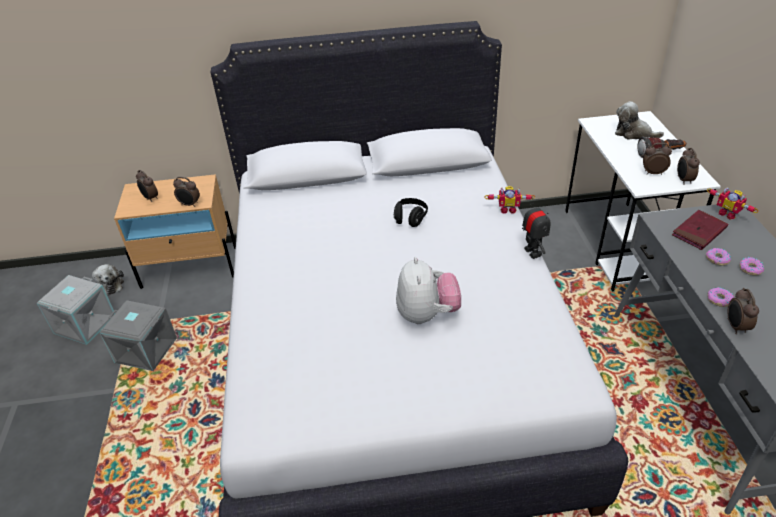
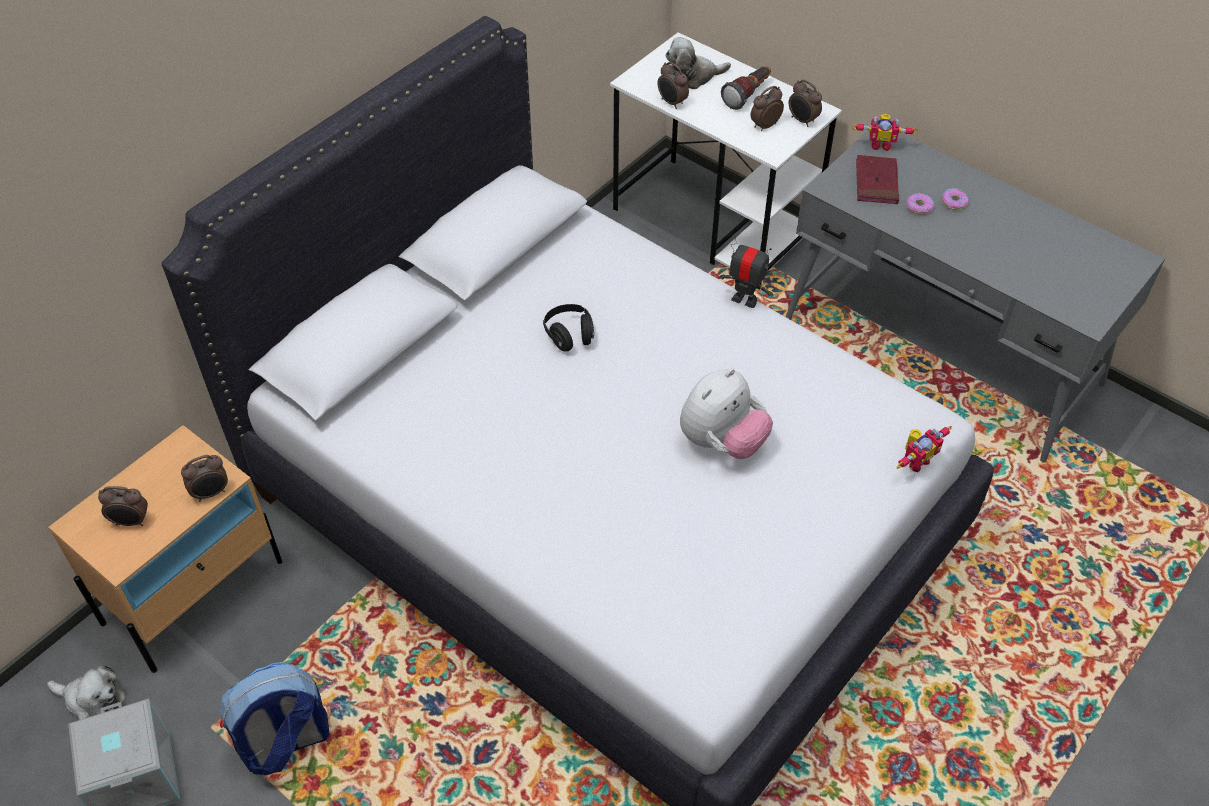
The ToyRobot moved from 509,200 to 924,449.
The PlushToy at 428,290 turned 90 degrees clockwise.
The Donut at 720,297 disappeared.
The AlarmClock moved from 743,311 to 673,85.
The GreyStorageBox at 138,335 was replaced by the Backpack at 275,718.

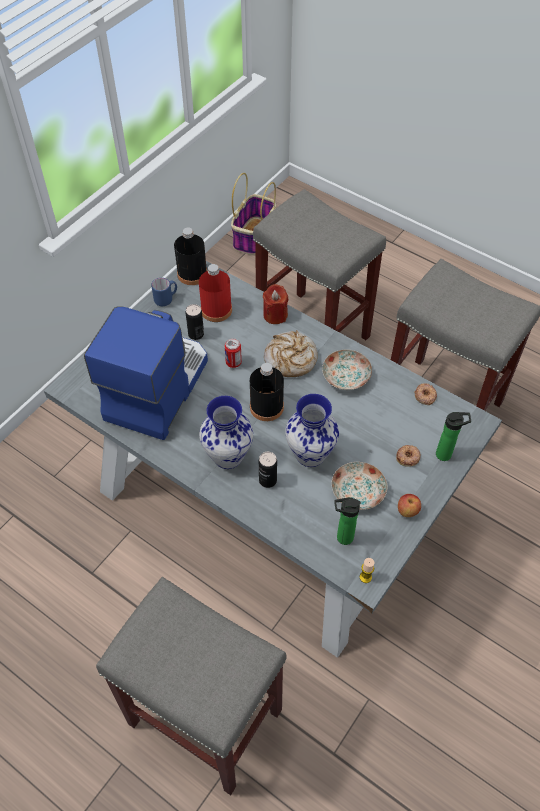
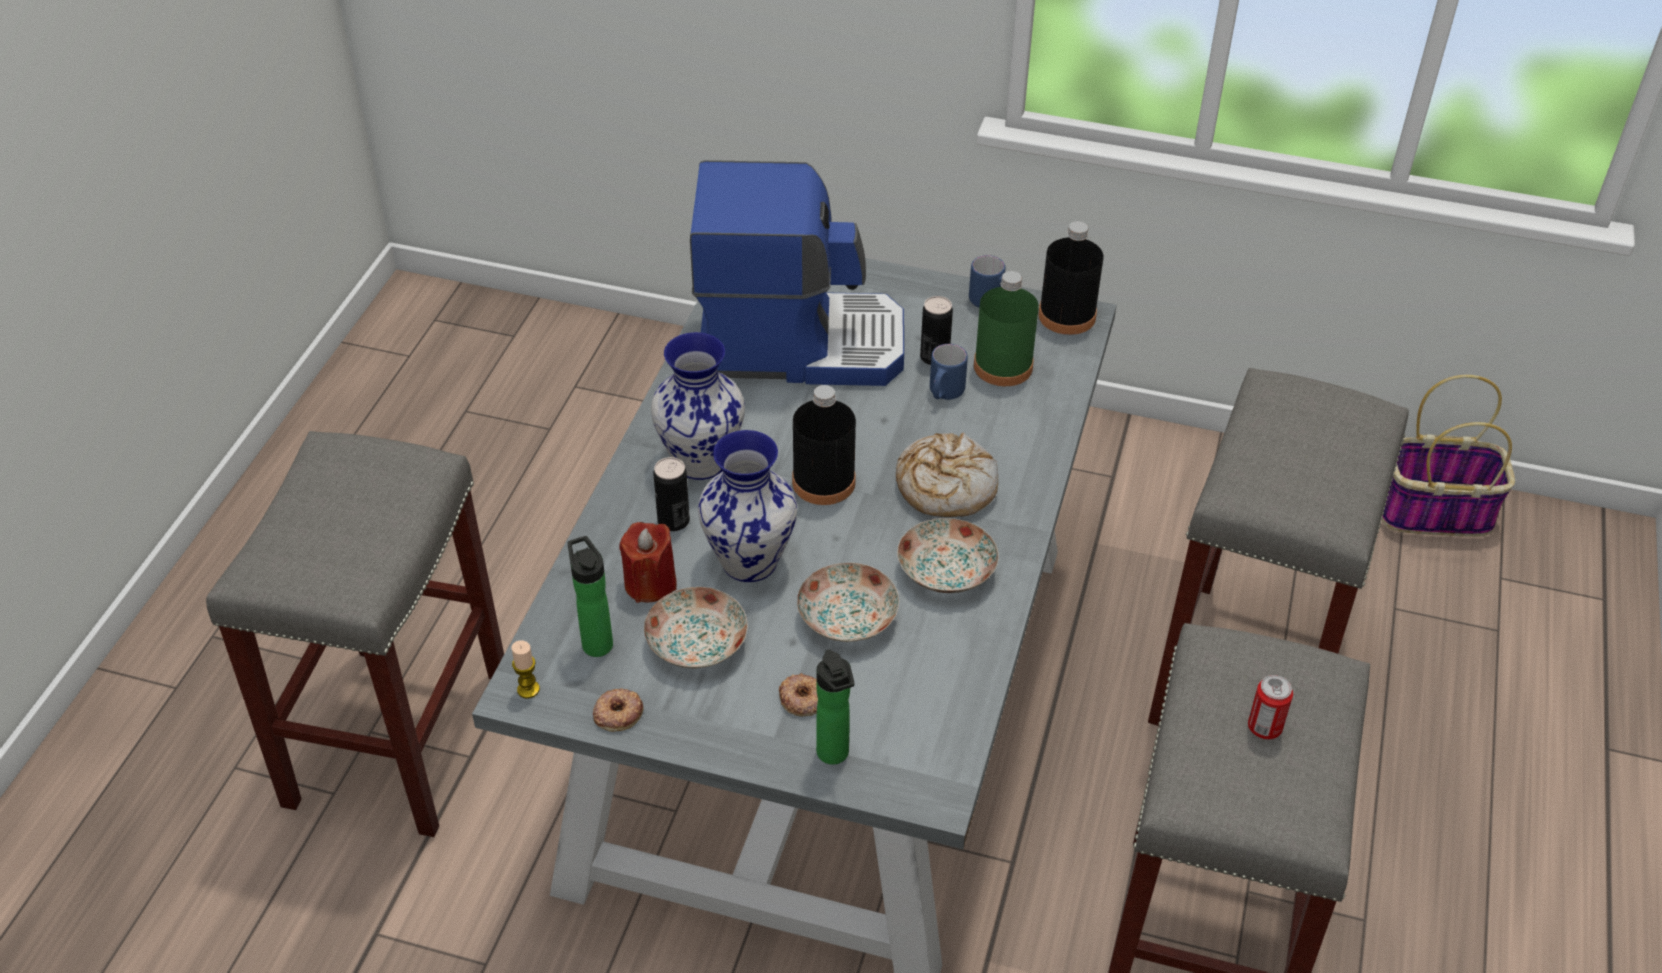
The RedBottle at 215,293 became the GreenBottle at 1006,328.
The RedCandle moved from 275,304 to 648,562.
The Can moved from 233,353 to 1270,707.
The Donut moved from 425,394 to 618,710.
The Apple at 409,505 disappeared.
The BlueMug at 949,372 appeared.
The Plate at 848,602 appeared.

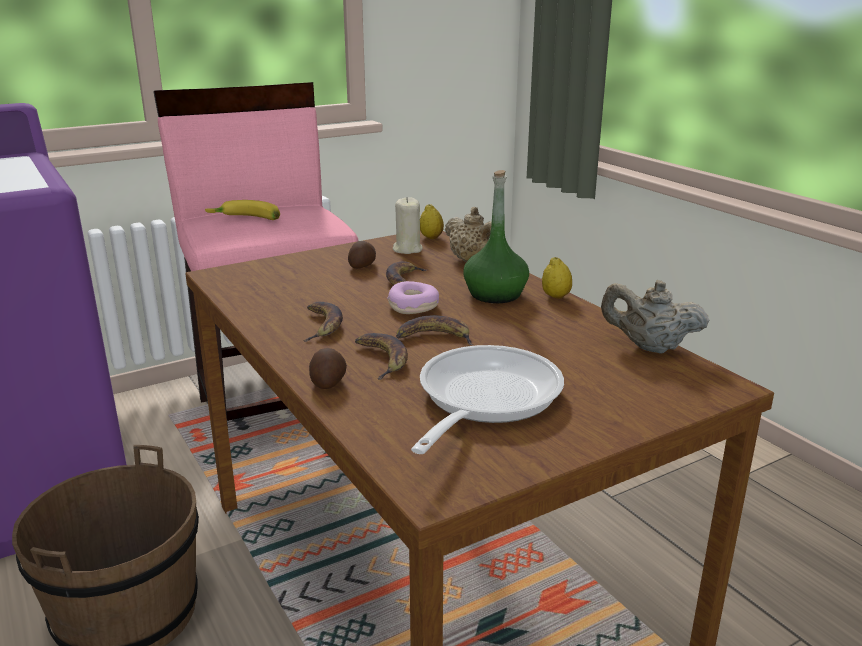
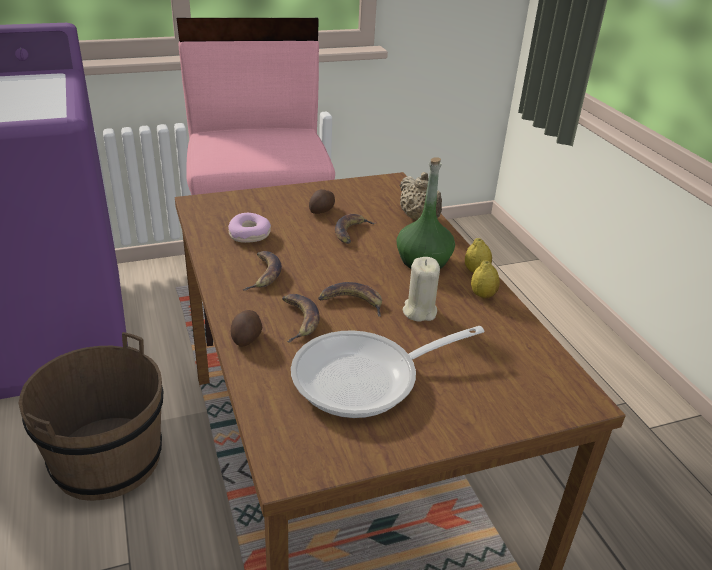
The BeigeCandle moved from 408,225 to 421,289.
The Banana at 242,210 disappeared.
The Lemon moved from 432,221 to 485,279.
The BeigeTeapot at 655,316 disappeared.
The Donut moved from 413,297 to 249,228.
The FryingPan at 487,399 turned 150 degrees counterclockwise.

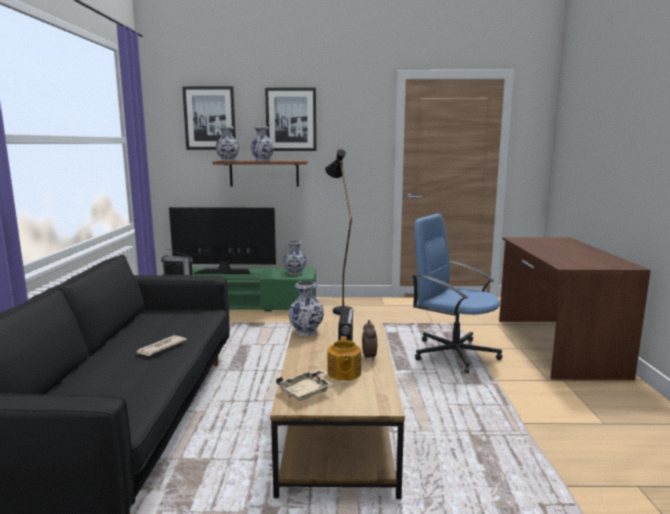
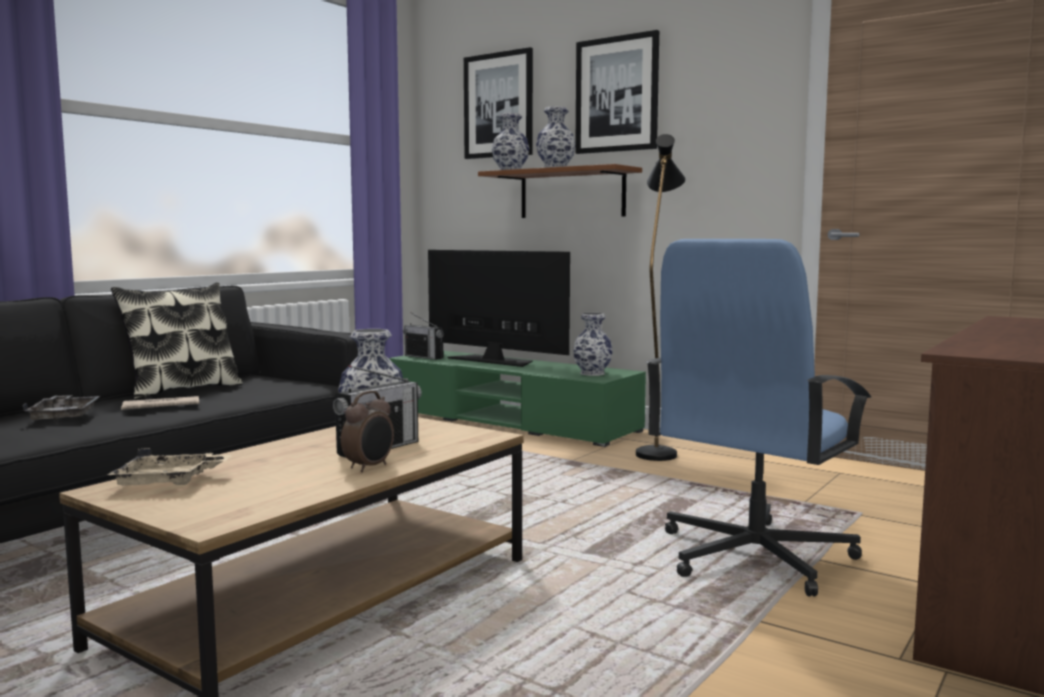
The BlueOfficeChair at 457,293 turned 120 degrees counterclockwise.
The Teapot at 344,358 disappeared.
The Pillow at 177,341 appeared.
The GreyTray at 61,408 appeared.

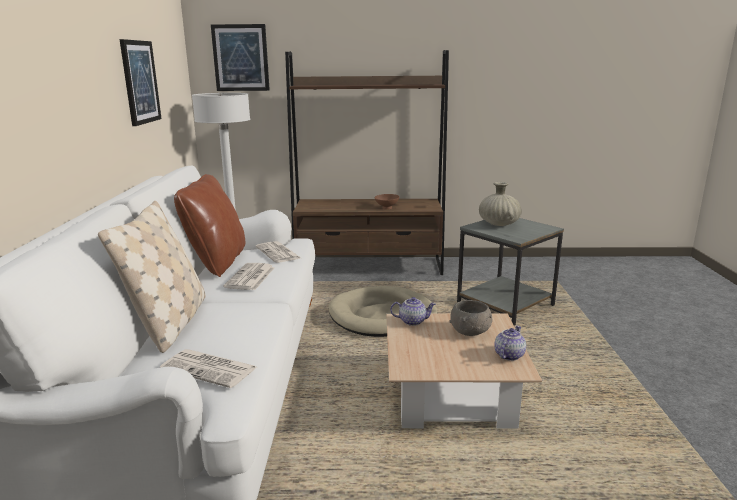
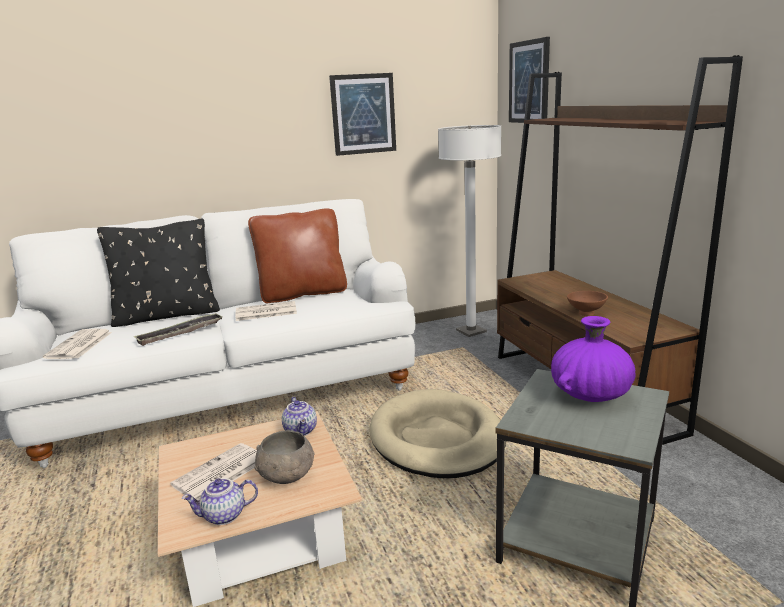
The BeigeVase at 500,204 became the PurpleVase at 593,359.
The BeigePillow at 152,277 became the BlackPillow at 158,272.
The Newspaper moved from 278,252 to 213,471.
The Teapot at 510,343 turned 150 degrees clockwise.
The Tray at 179,329 appeared.

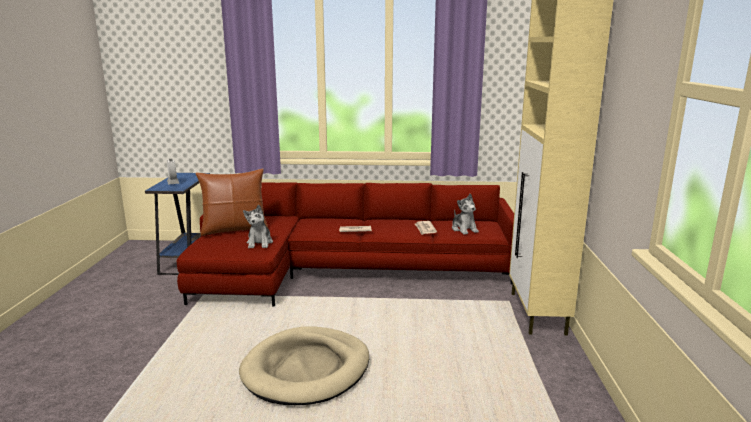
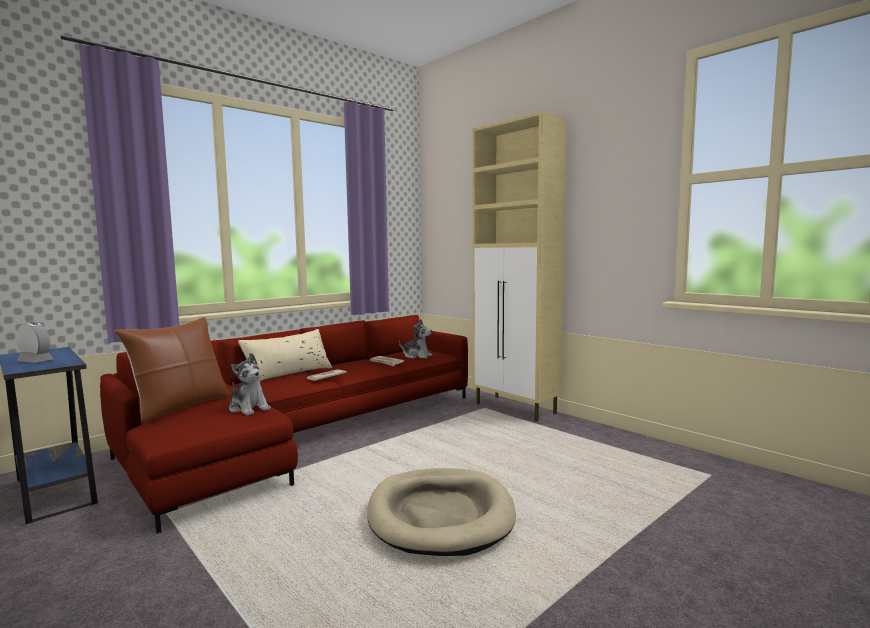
The BeigePillow at 285,355 appeared.

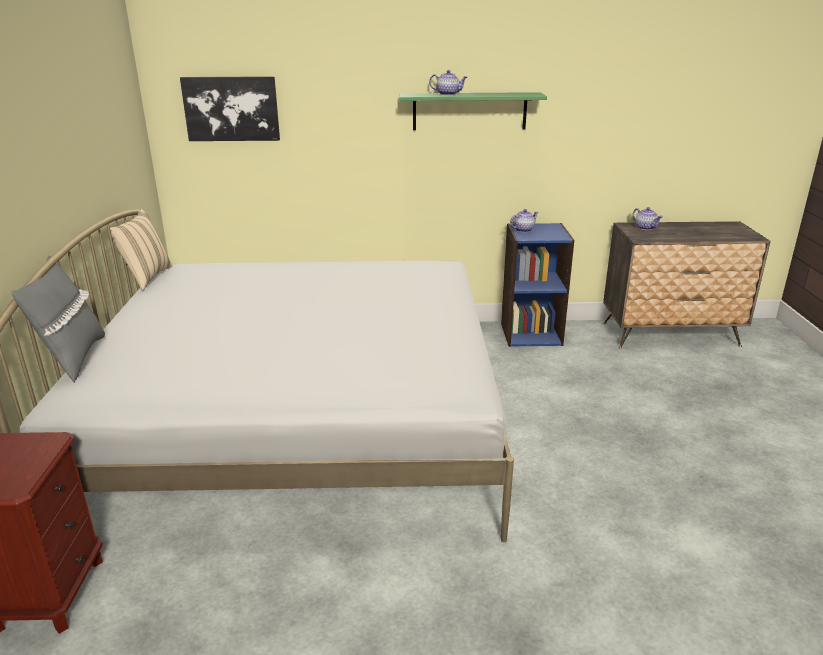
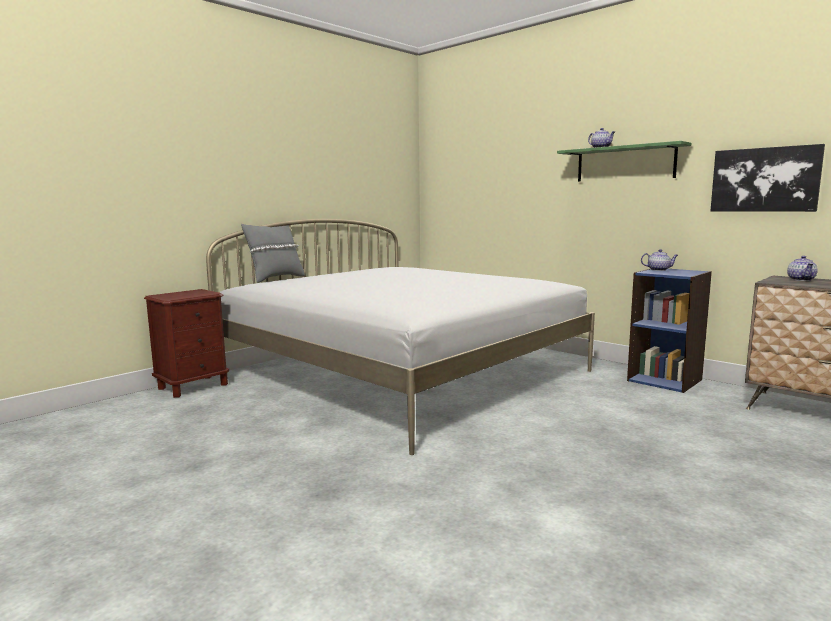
The Picture moved from 230,108 to 768,178.
The BeigePillow at 141,249 disappeared.

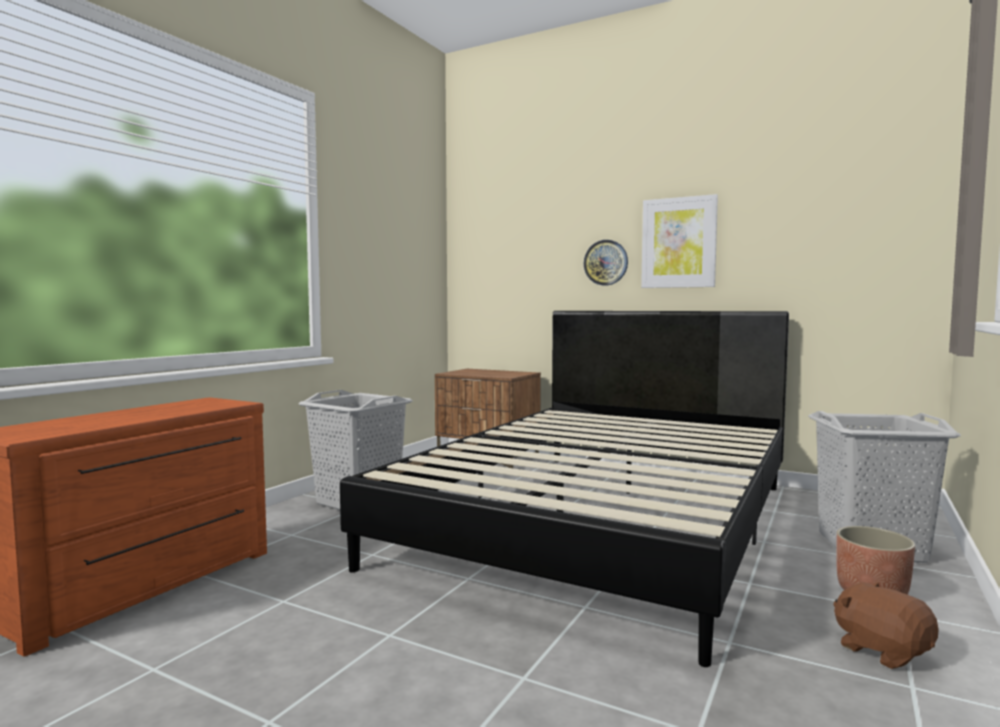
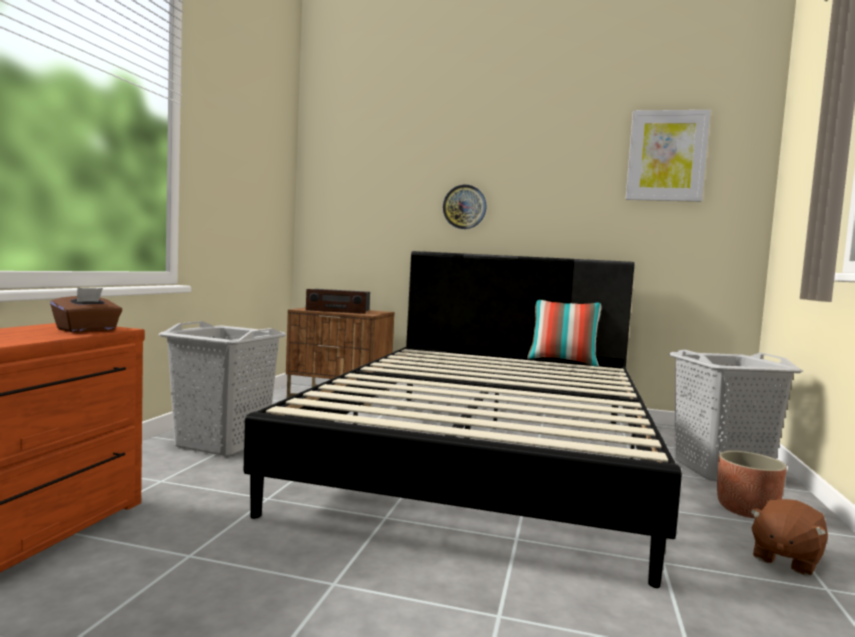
The Picture moved from 679,241 to 668,156.
The BrownPlushToy at 886,625 turned 90 degrees counterclockwise.
The BrownTissueBox at 86,310 appeared.
The Radio at 338,301 appeared.
The Pillow at 564,333 appeared.

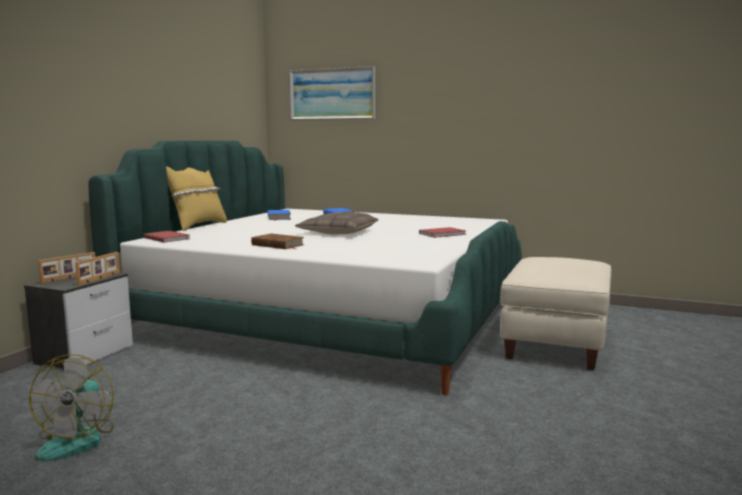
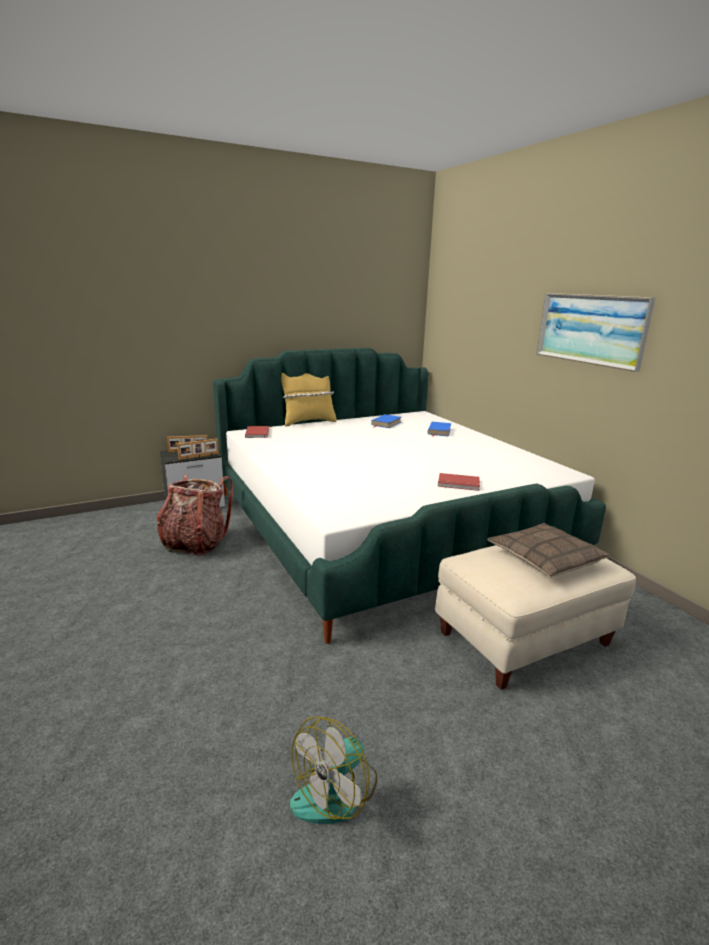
The Picture moved from 332,93 to 595,332.
The Pillow moved from 337,223 to 548,550.
The BrownBook at 277,241 disappeared.
The Fan moved from 71,407 to 333,770.
The Backpack at 195,515 appeared.

